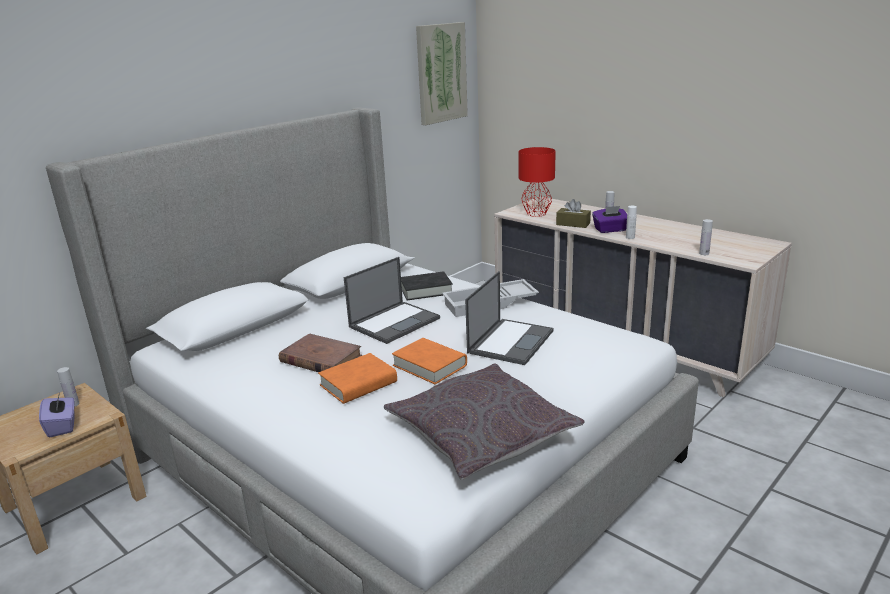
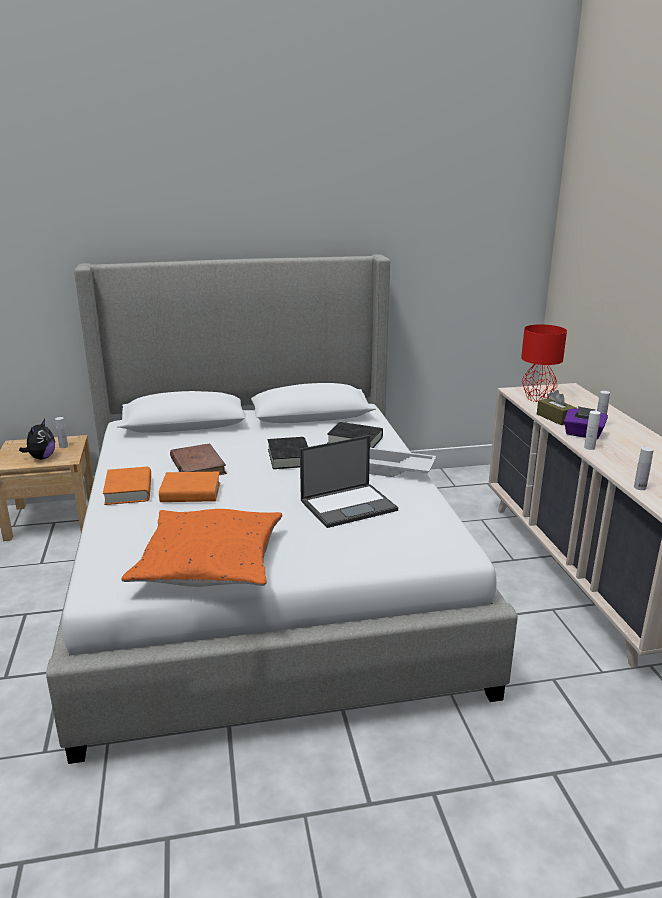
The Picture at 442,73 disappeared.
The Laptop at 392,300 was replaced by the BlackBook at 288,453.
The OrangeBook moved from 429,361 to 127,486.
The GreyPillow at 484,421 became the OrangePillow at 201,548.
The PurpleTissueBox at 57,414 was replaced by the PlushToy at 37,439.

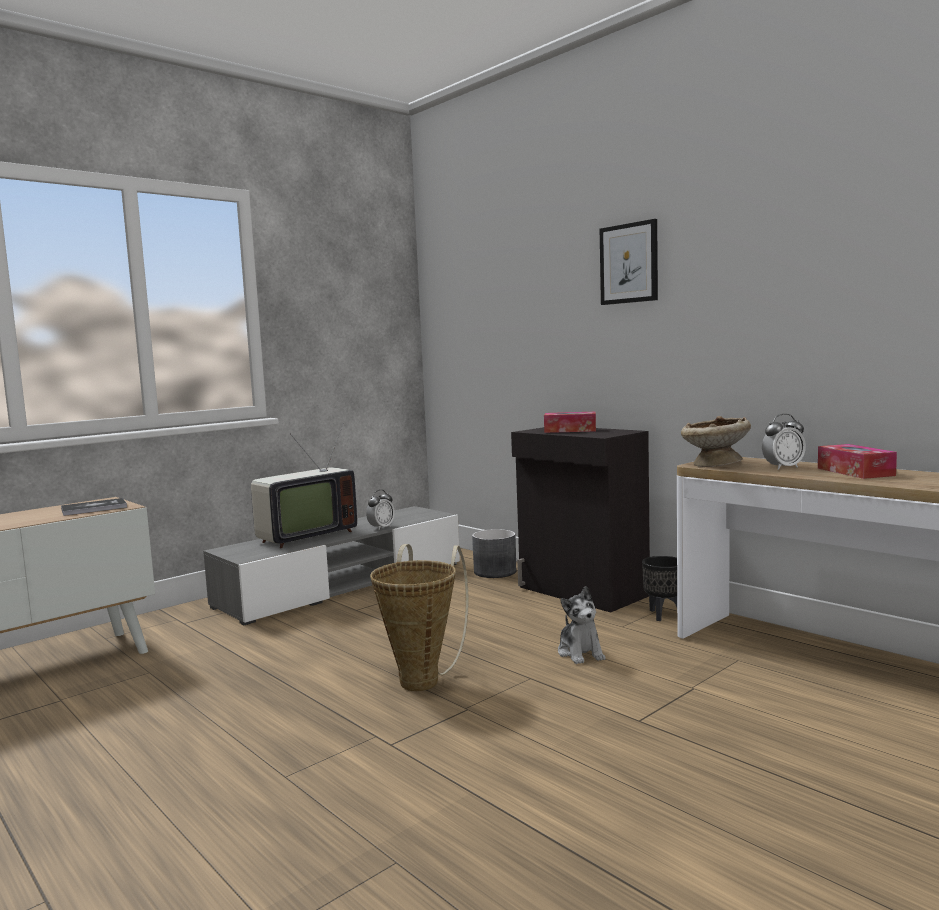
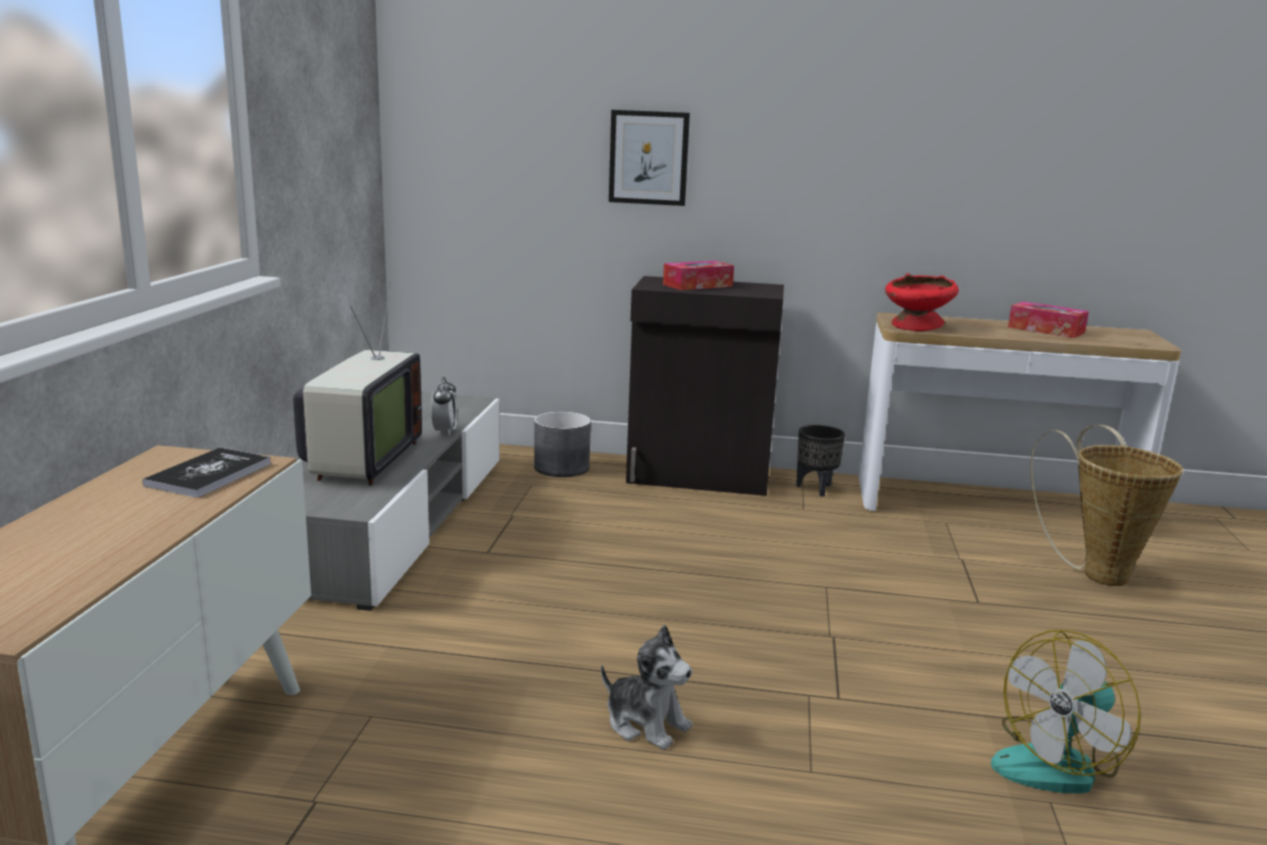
The Picture moved from 629,262 to 649,158.
The AlarmClock at 784,442 disappeared.
The BeigeBowl at 716,441 became the RedBowl at 922,302.
The Basket moved from 419,617 to 1106,505.
The PlushToy moved from 582,625 to 646,687.
The Fan at 1066,712 appeared.

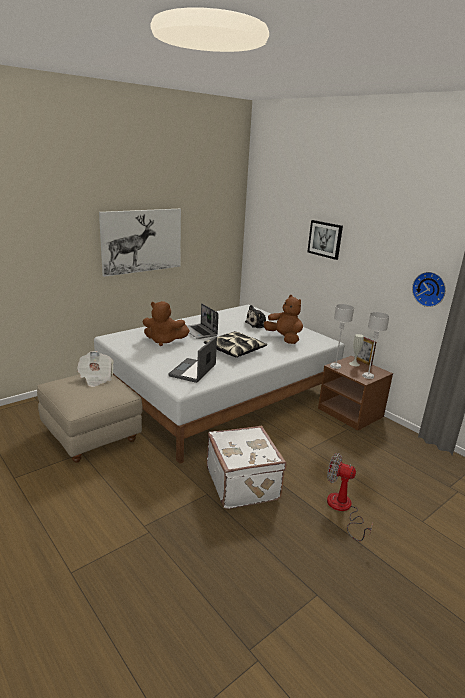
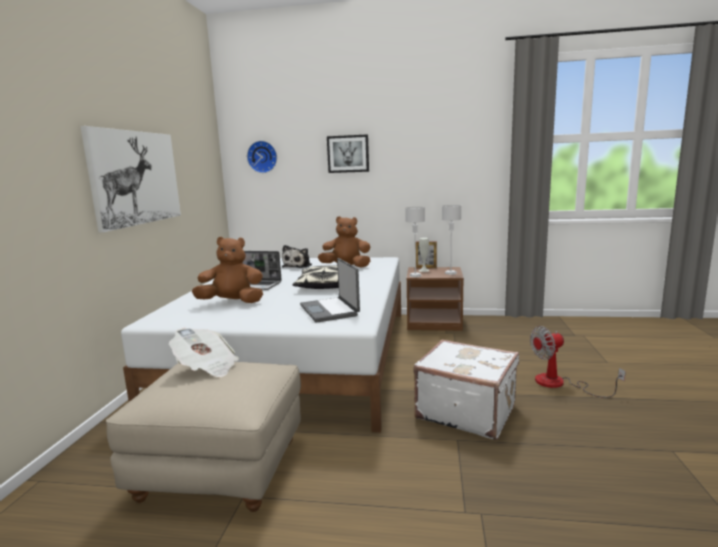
The WallClock moved from 429,289 to 262,157.
The BrownPlushToy at 166,323 turned 150 degrees counterclockwise.

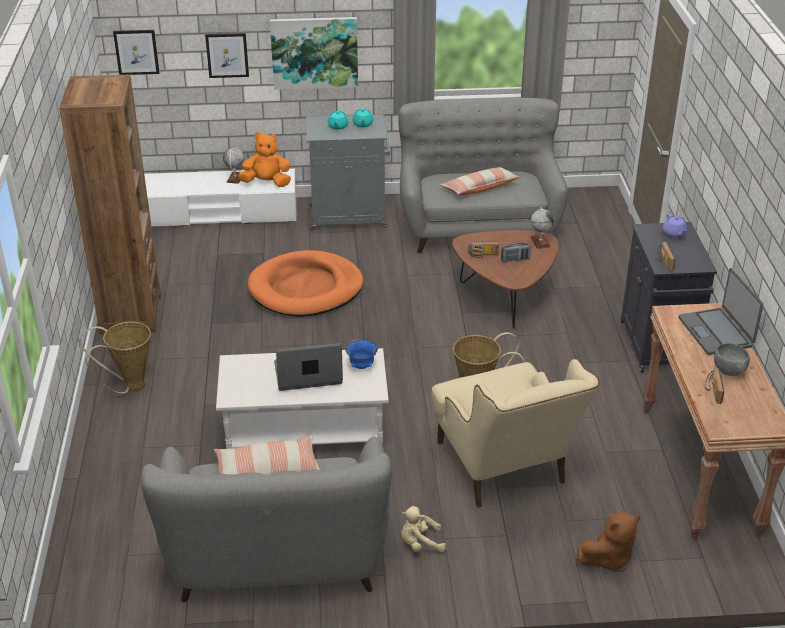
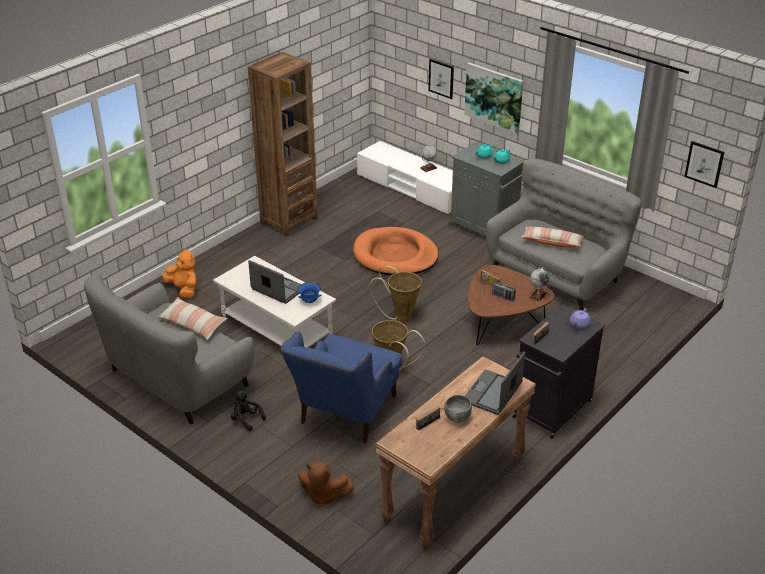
The Picture moved from 136,52 to 704,164.
The OrangePlushToy moved from 264,159 to 179,273.
The Basket moved from 115,358 to 396,294.
The BeigeArmchair at 515,433 became the BlueArmchair at 341,387.
The BeigePlushToy at 424,529 became the BlackPlushToy at 248,410.

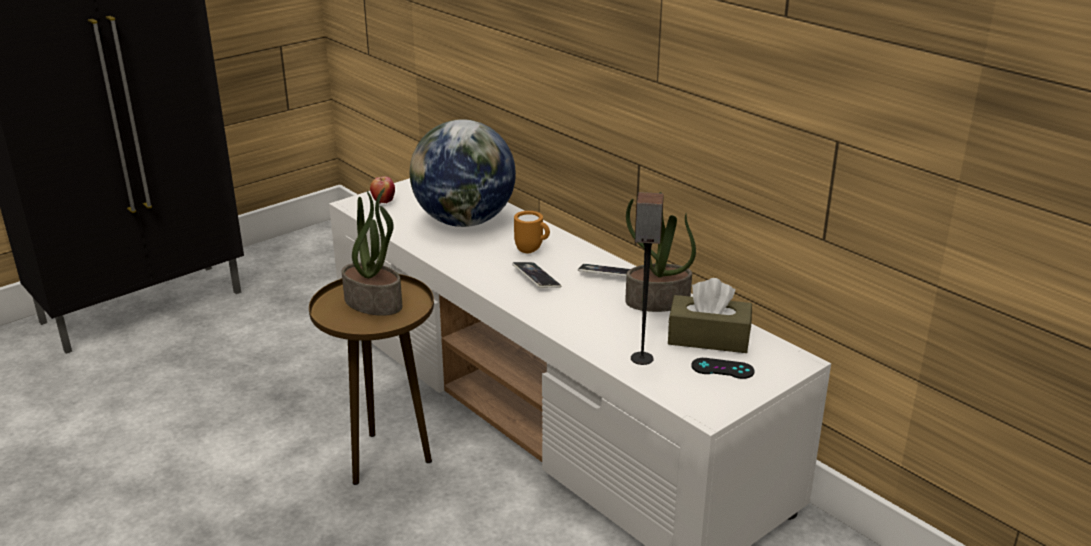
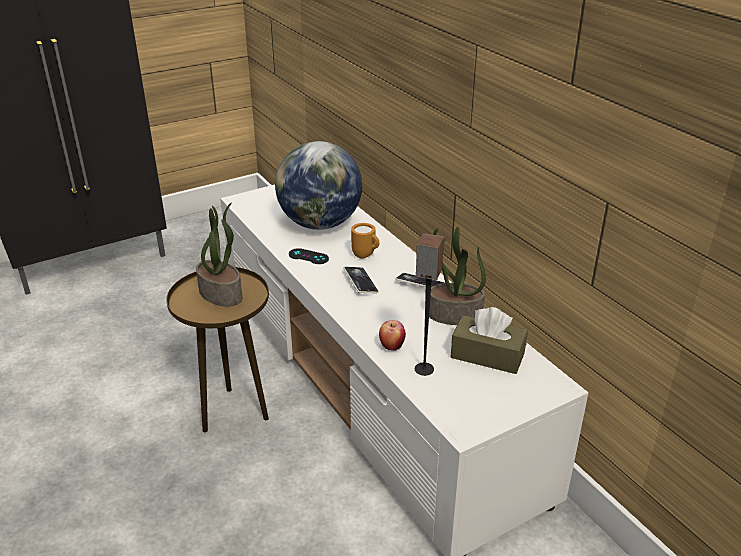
The Apple moved from 382,190 to 392,335.
The BlackGameController moved from 723,368 to 309,256.

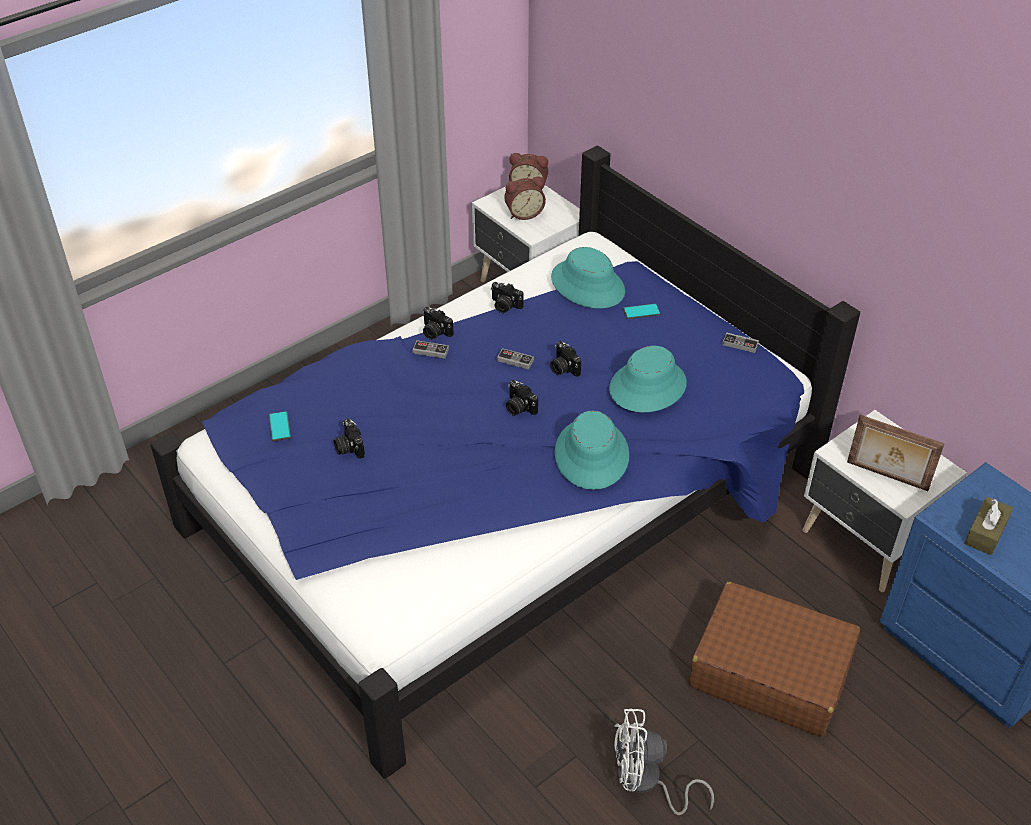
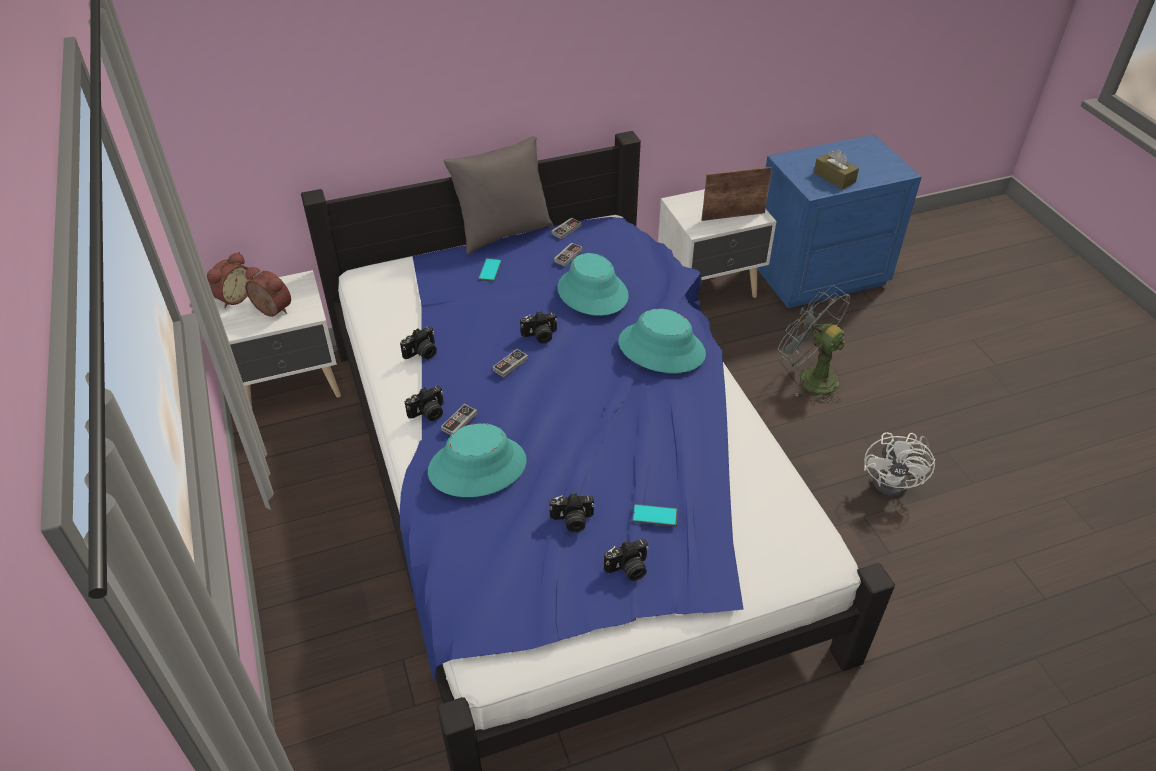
The AlarmClock at 525,198 turned 60 degrees counterclockwise.
The TurquoiseHat moved from 588,278 to 477,460.
The PhotoCamera moved from 522,398 to 626,560.
The Phone moved from 280,426 to 655,515.
The PictureFrame at 895,453 turned 150 degrees counterclockwise.
The BrownSuitcase at 774,659 was replaced by the GreyFan at 814,344.
The GreyPillow at 499,195 appeared.
The GameController at 568,254 appeared.

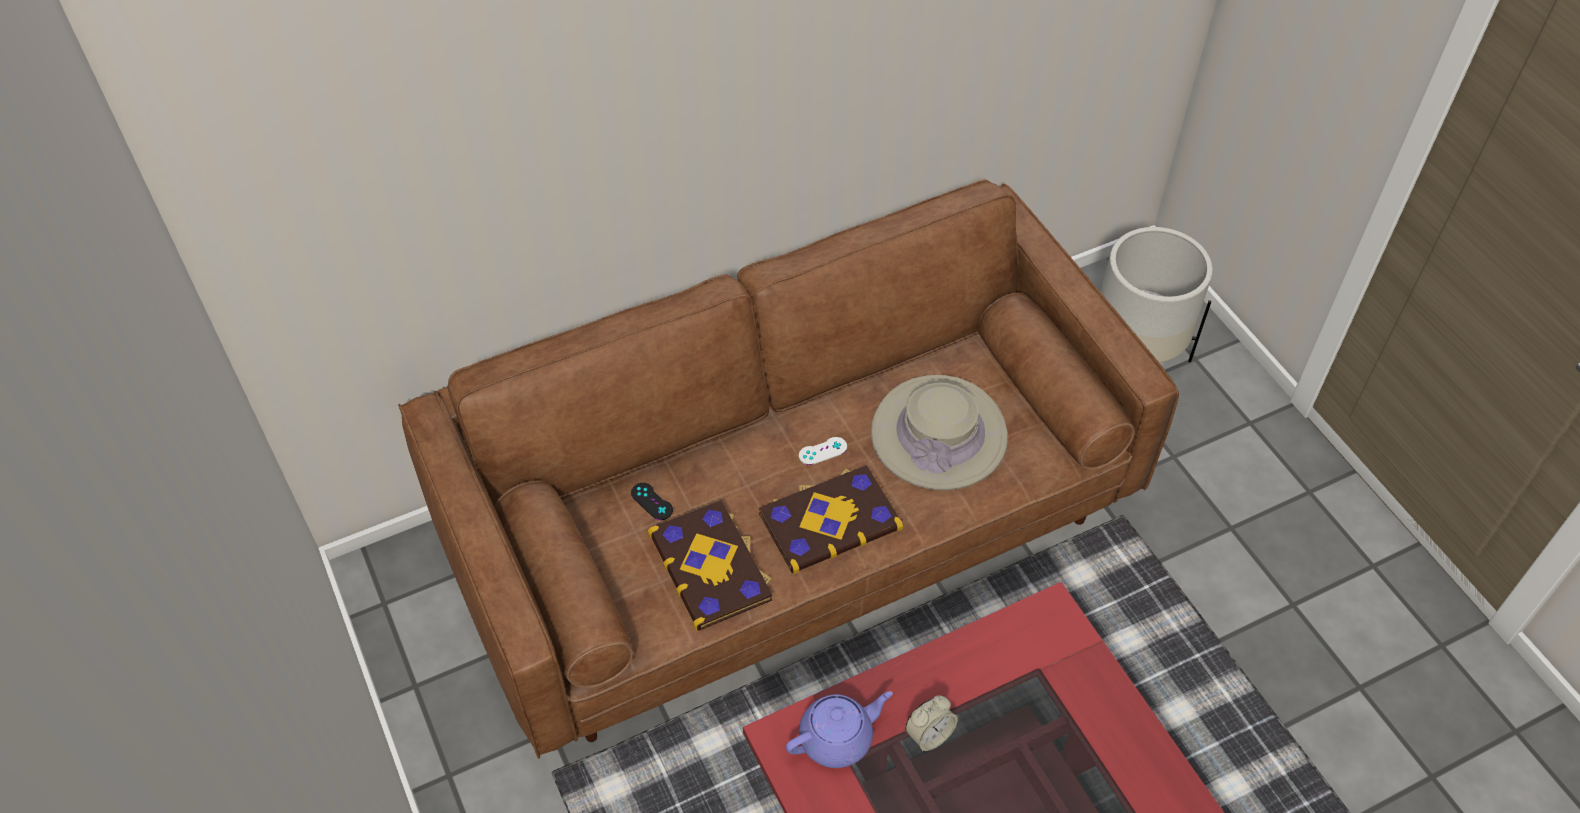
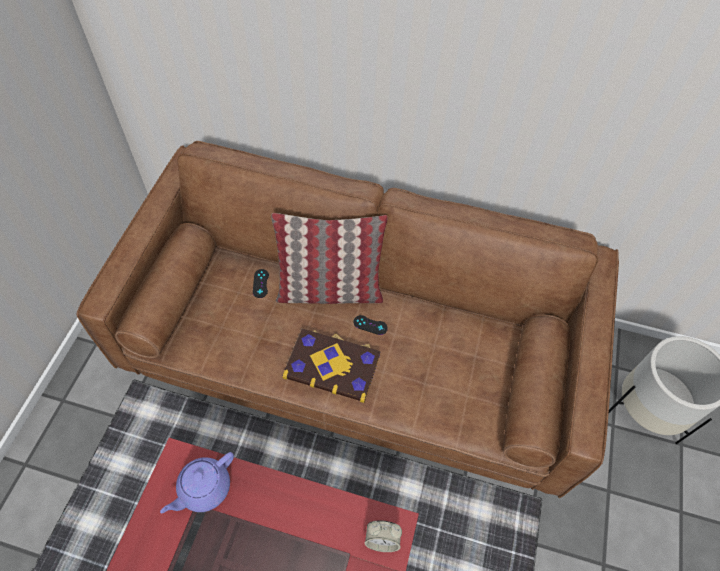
The BeigeHat at 939,432 disappeared.
The WhiteGameController at 823,451 became the BlackGameController at 371,325.
The Book at 710,565 disappeared.
The PurpleTeapot at 839,729 turned 120 degrees clockwise.
The AlarmClock moved from 931,723 to 383,536.
The Pillow at 329,258 appeared.

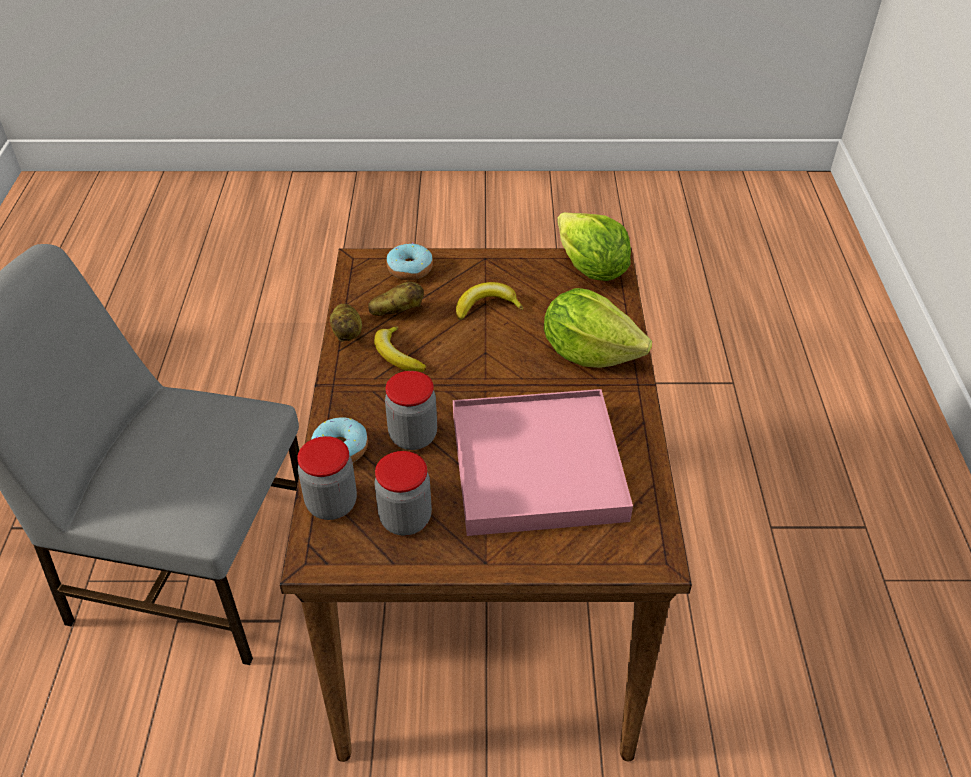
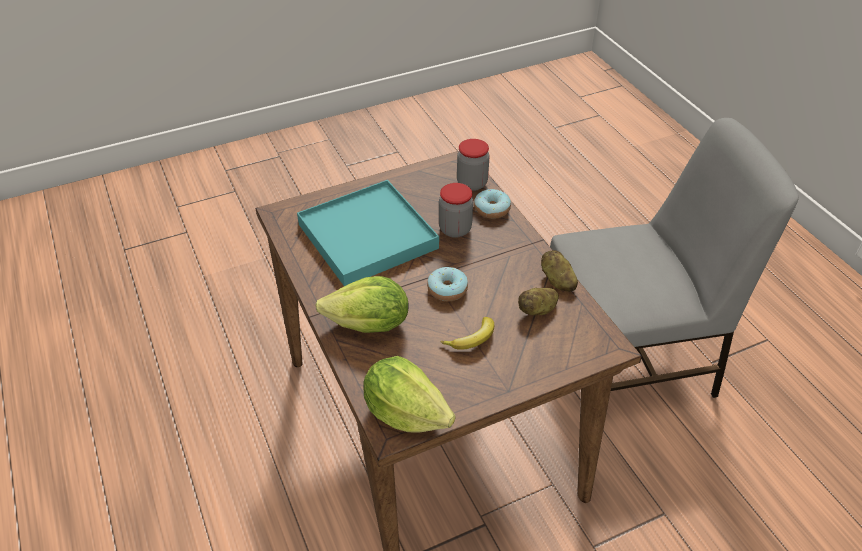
The Donut moved from 409,262 to 447,284.
The Banana at 400,349 disappeared.
The PinkTray at 543,462 became the TurquoiseTray at 368,233.
The Jar at 403,493 disappeared.

